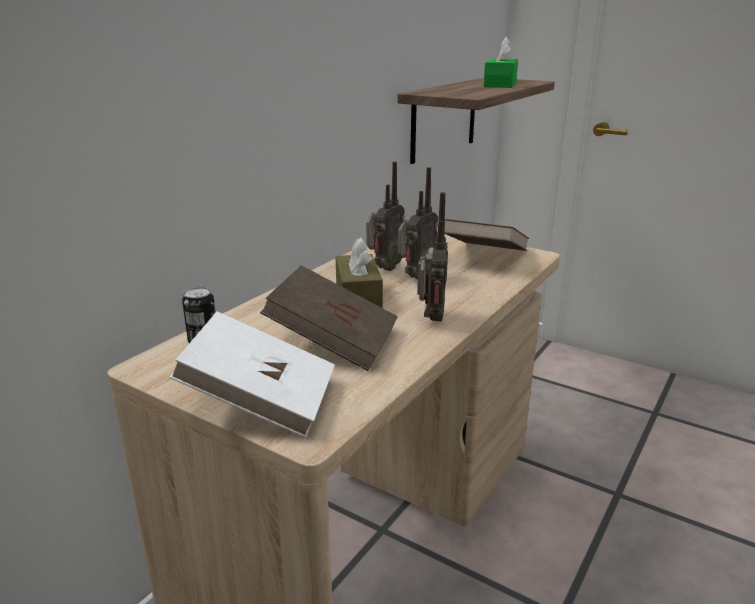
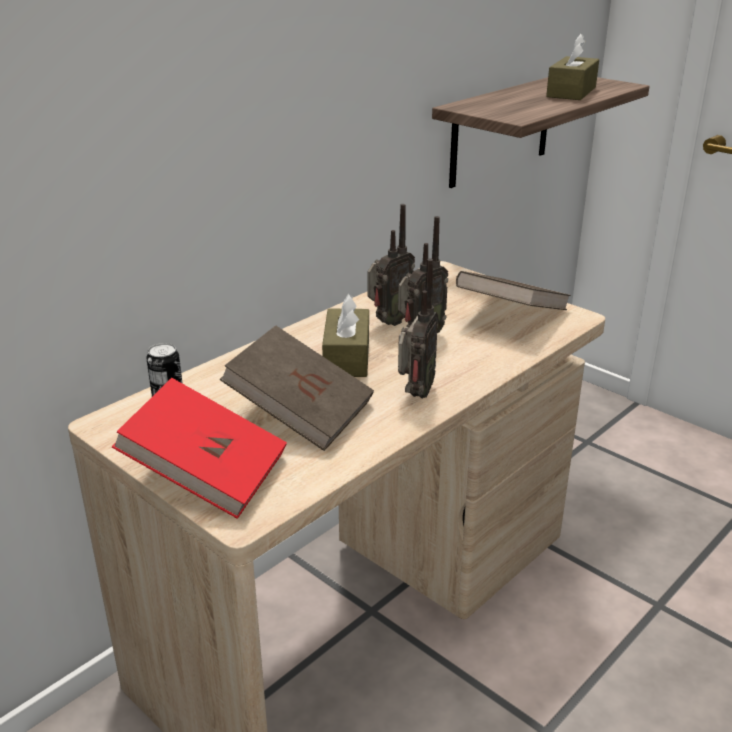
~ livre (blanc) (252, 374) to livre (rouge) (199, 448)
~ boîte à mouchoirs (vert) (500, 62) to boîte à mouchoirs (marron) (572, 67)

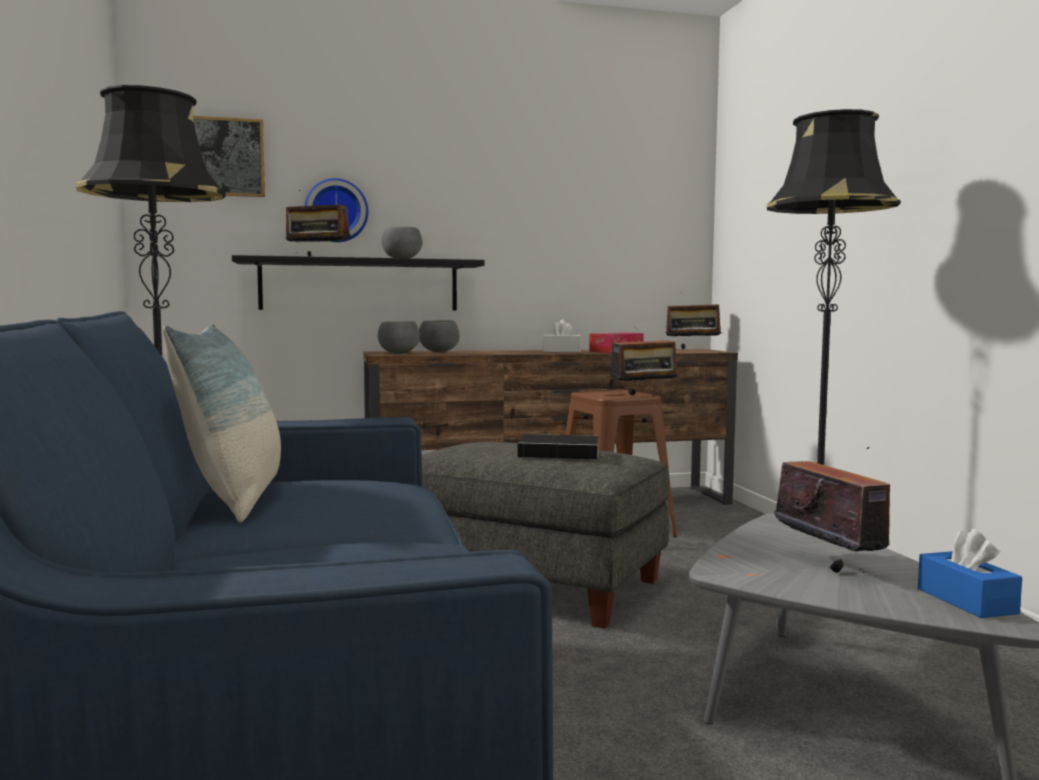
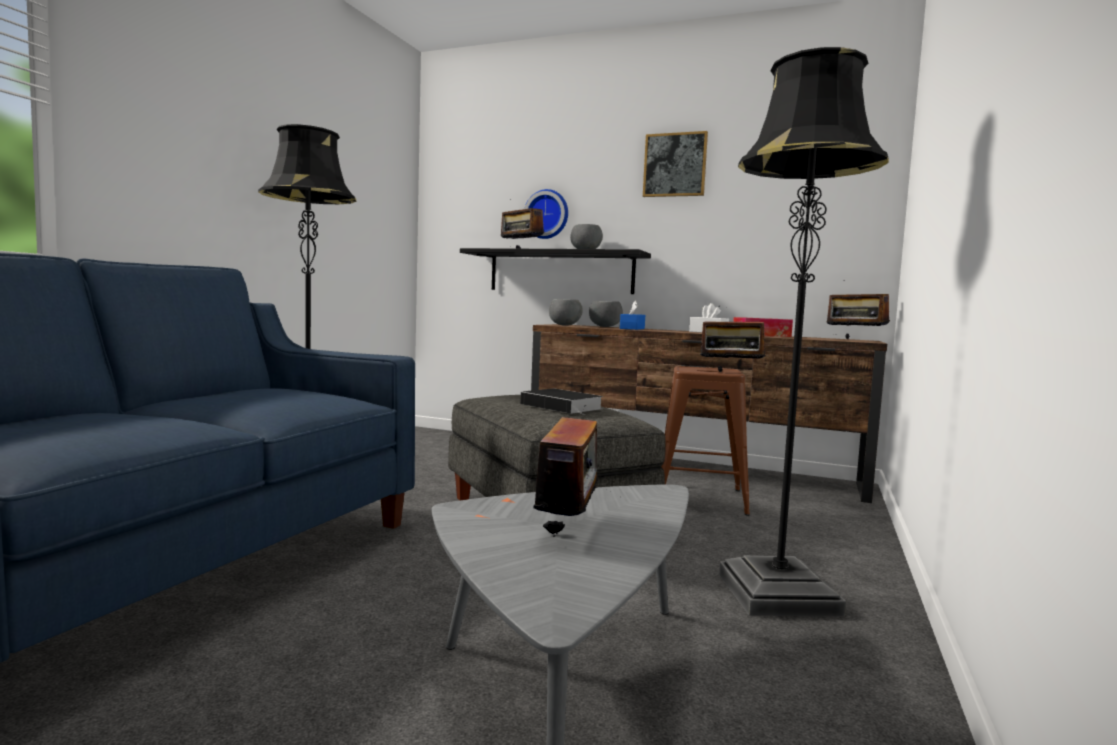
~ boîte à mouchoirs (bleu) (970, 573) to (632, 315)
~ tableau (229, 156) to (675, 164)
- coussin (222, 423)

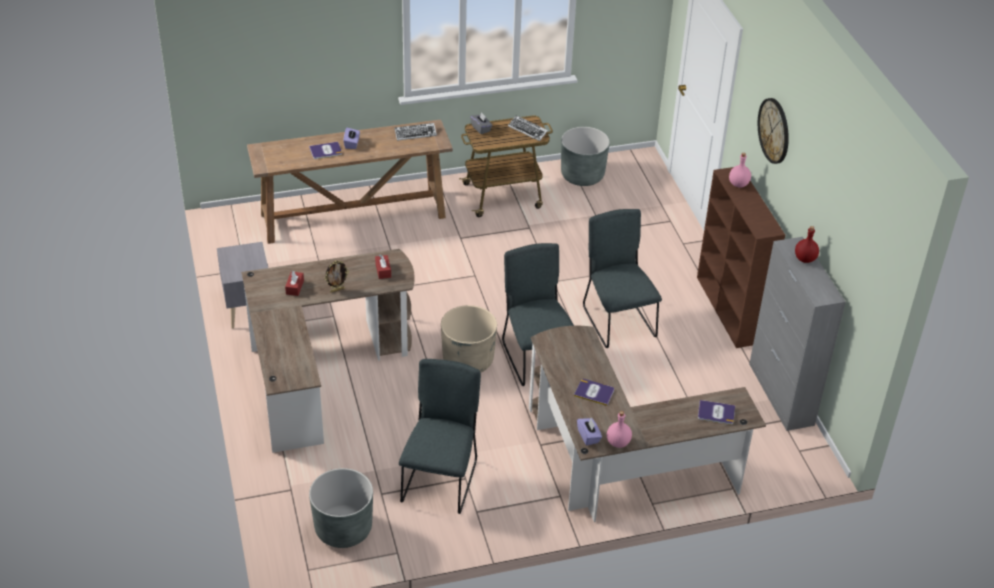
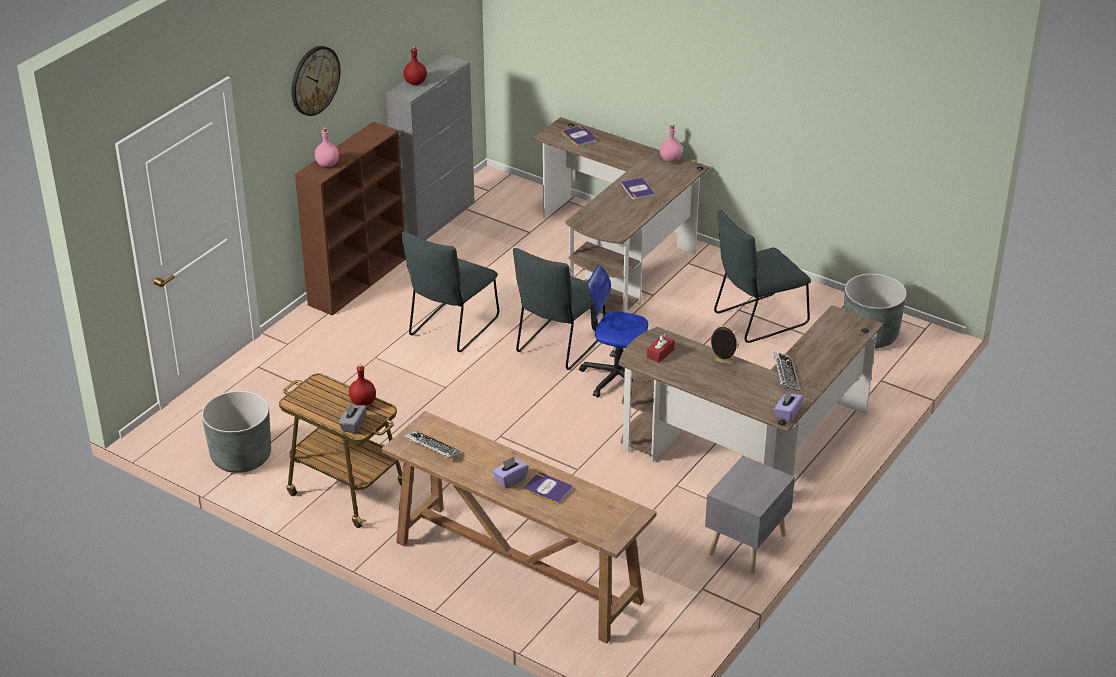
+ bouteille (rouge) (362, 385)
~ cache-pot (beige) (469, 338) to chaise de bureau (613, 331)
~ clavier (528, 128) to (786, 371)
~ boîte à mouchoirs (violet) (589, 432) to (788, 406)
- boîte à mouchoirs (rouge) (294, 283)

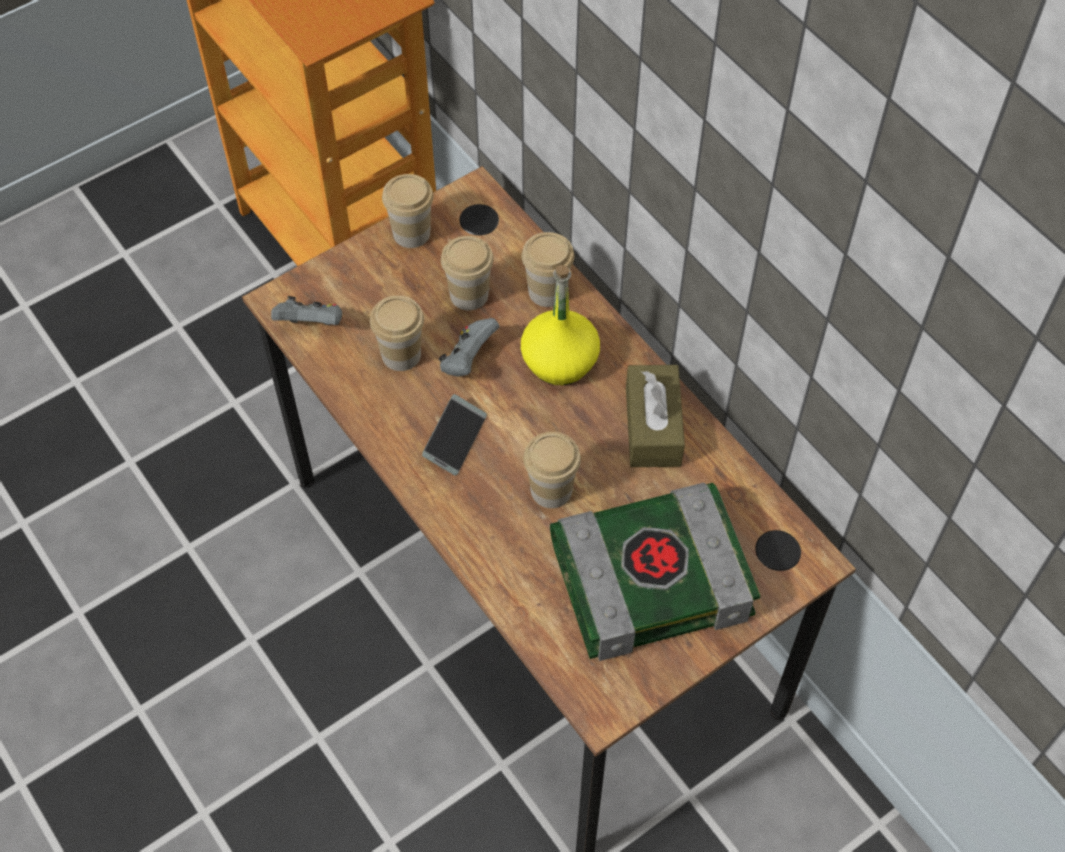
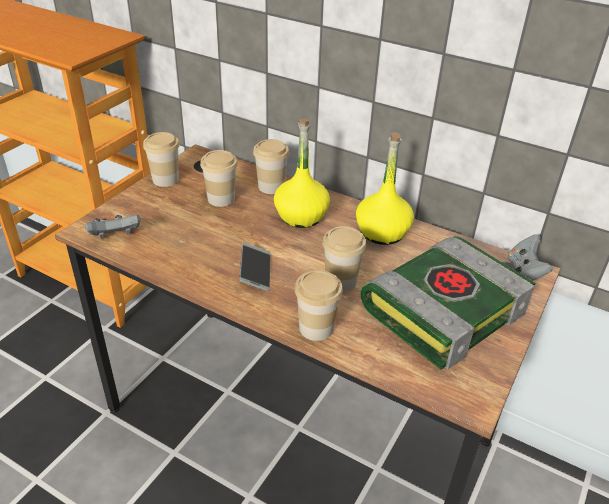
~ tasse (397, 333) to (319, 305)
~ boîte à mouchoirs (marron) (655, 416) to bouteille (jaune) (385, 188)
~ manette (gris) (469, 347) to (530, 258)

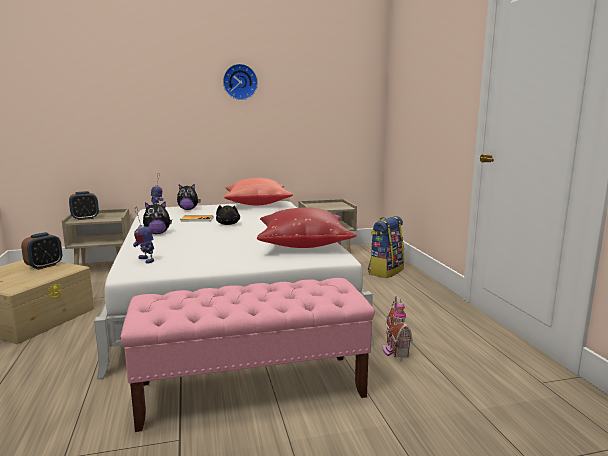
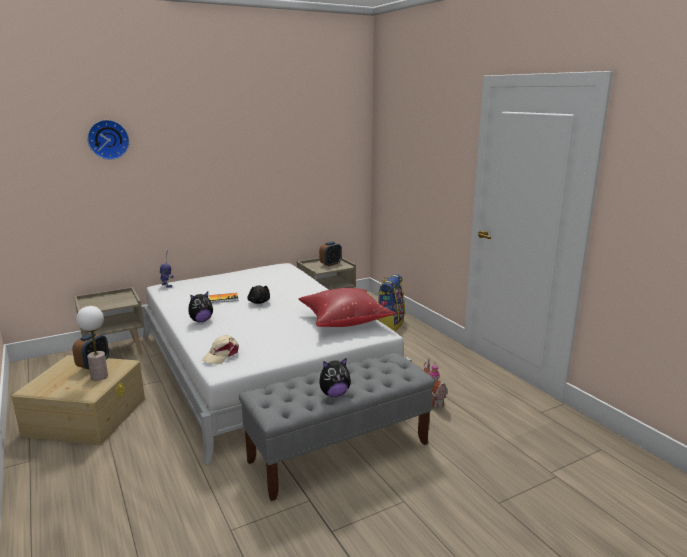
+ lampe de table (92, 343)
~ horloge murale (240, 82) to (108, 140)
~ robot jouet (143, 235) to casquette (beige) (220, 350)
~ banc (rose) (247, 355) to banc (gris) (337, 427)
~ réveil (84, 205) to (330, 253)
~ peluche (189, 197) to (335, 377)
- coussin (rouge) (258, 191)

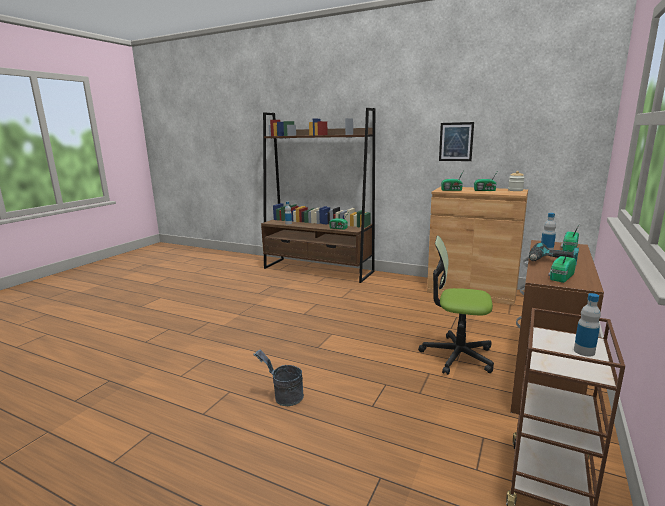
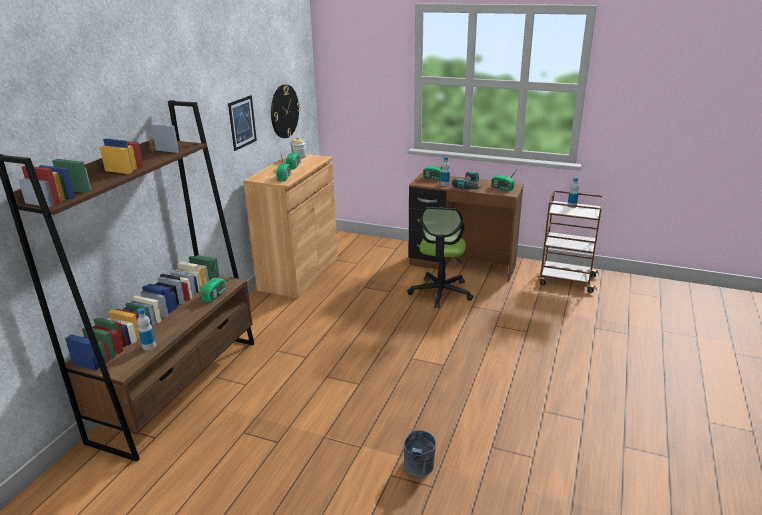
+ horloge murale (285, 111)
~ seau (gris) (278, 377) to (419, 453)

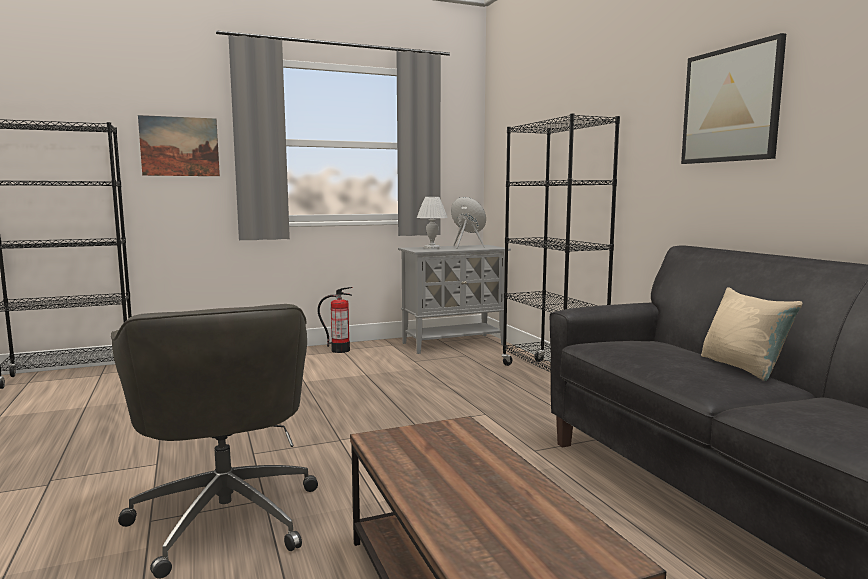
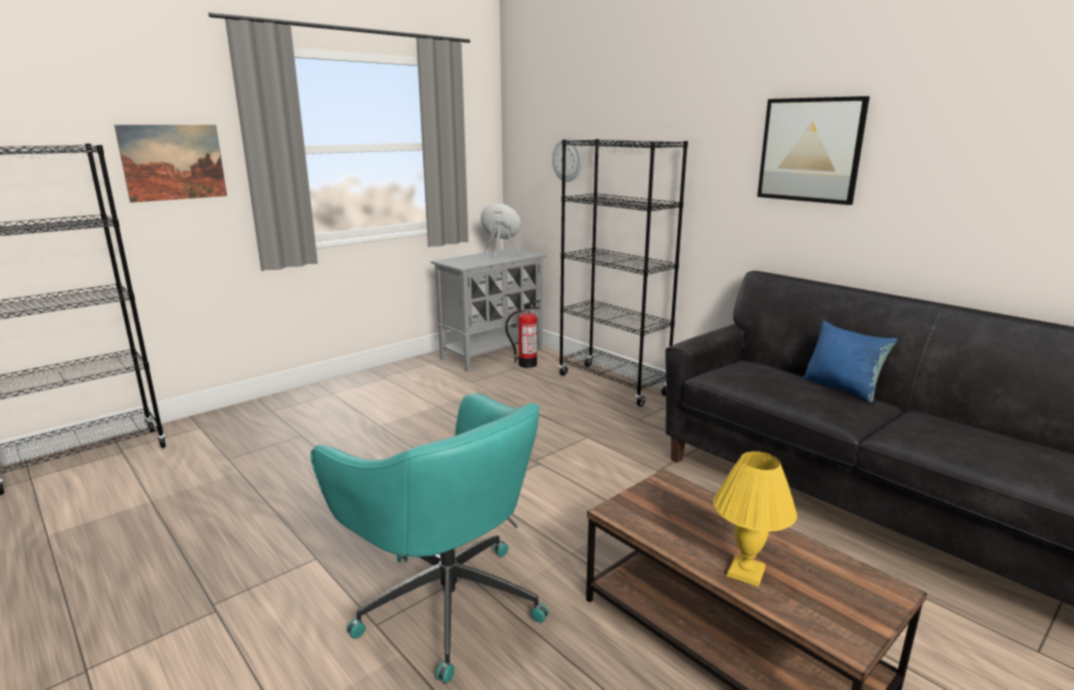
~ chaise de bureau (gris) (214, 441) to chaise de bureau (turquoise) (430, 538)
~ extincteur (335, 320) to (523, 334)
+ horloge murale (567, 160)
+ lampe de table (jaune) (755, 519)
~ coussin (beige) (752, 334) to coussin (bleu) (850, 362)
- lampe de table (blanc) (432, 223)

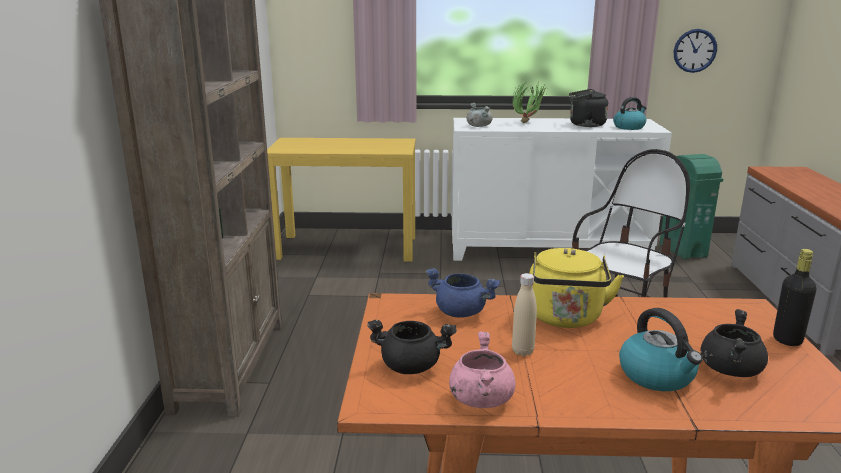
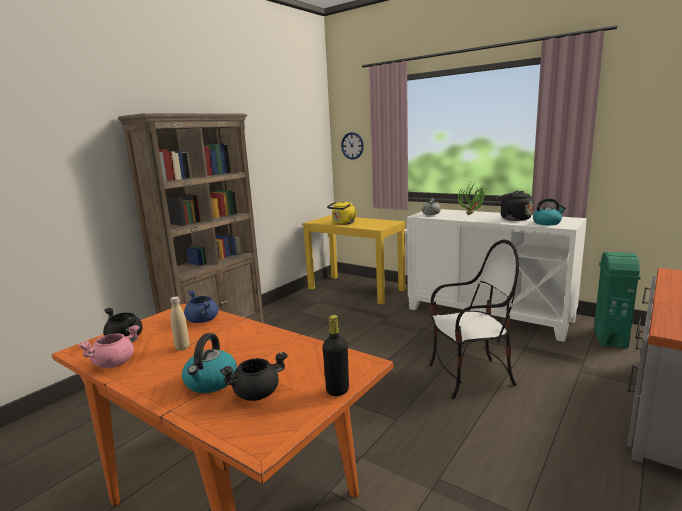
~ bouilloire (jaune) (576, 288) to (342, 213)
~ horloge murale (695, 51) to (352, 146)

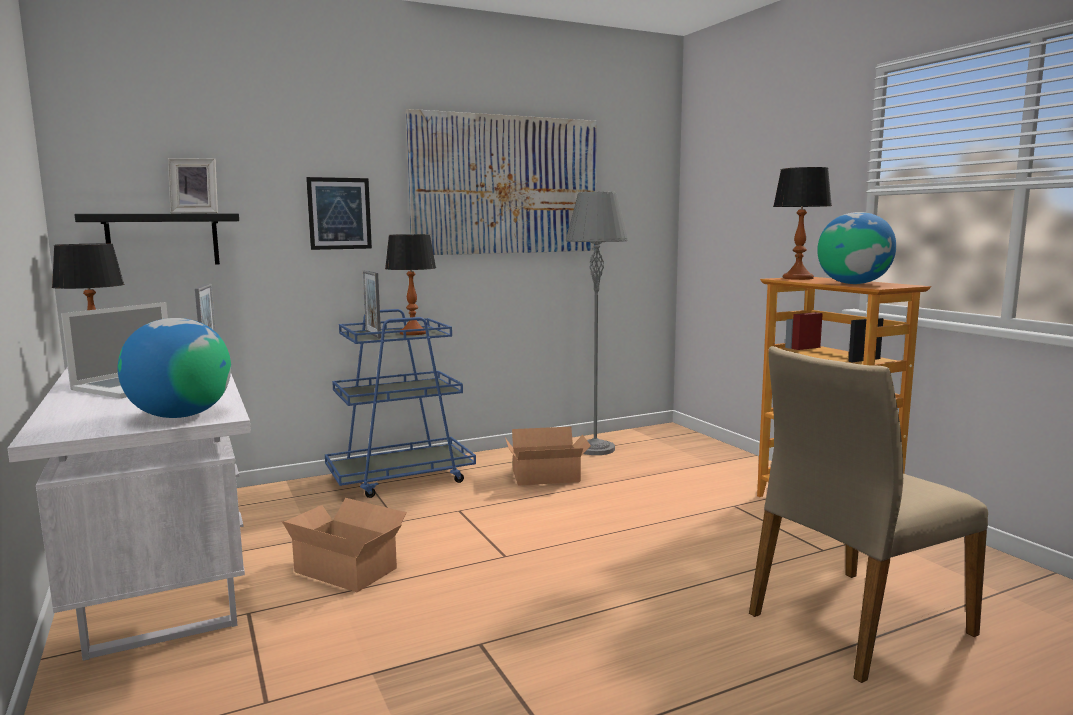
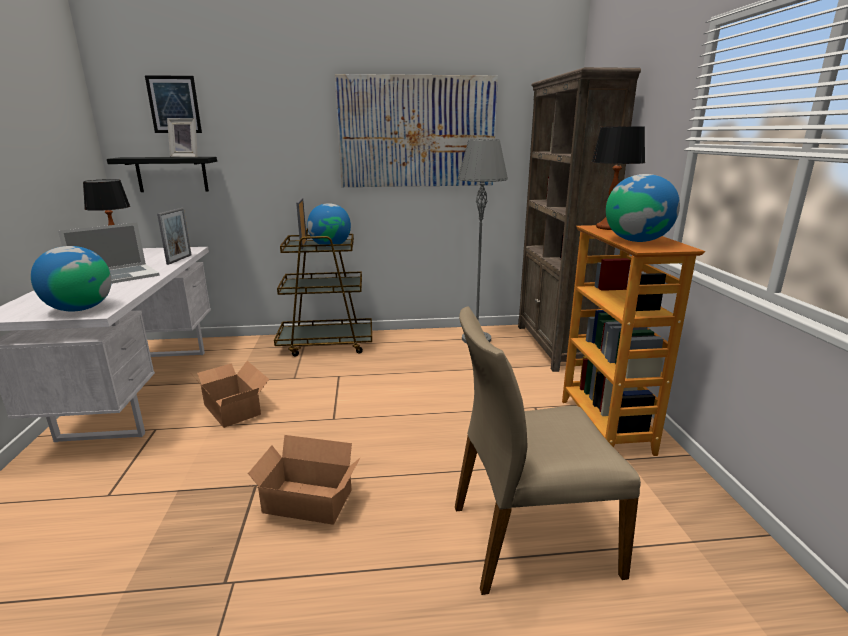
~ tableau (339, 213) to (173, 104)
~ carton (548, 456) to (304, 480)
~ chariot (bleu) (400, 403) to chariot (marron) (323, 292)
~ lampe de table (410, 284) to globe (329, 225)
+ bibliothèque (marron) (579, 219)

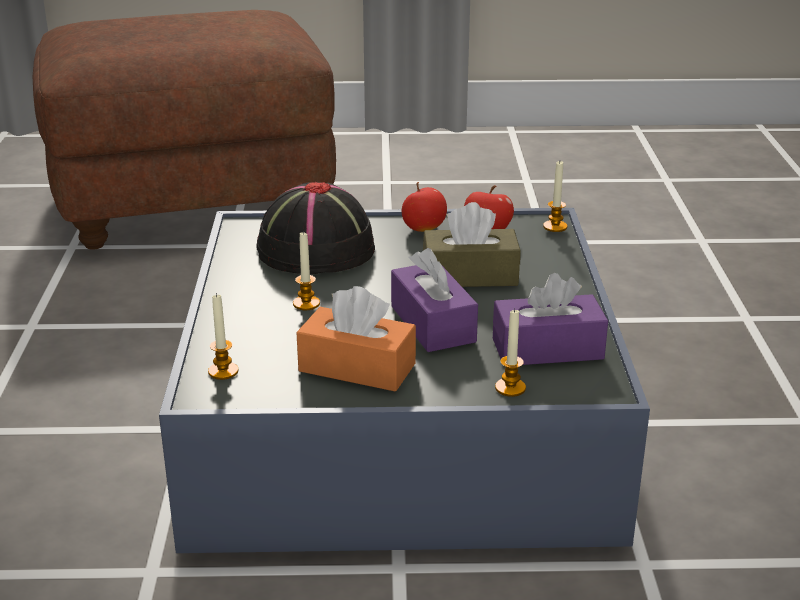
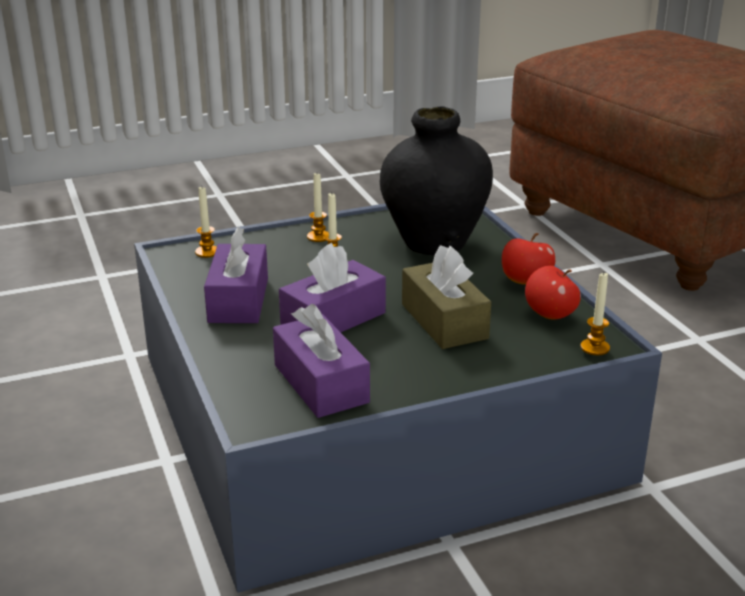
~ boîte à mouchoirs (orange) (356, 339) to boîte à mouchoirs (violet) (236, 275)
~ bougie (510, 352) to (318, 207)
~ chapeau (noir) (315, 228) to vase (noir) (436, 180)

